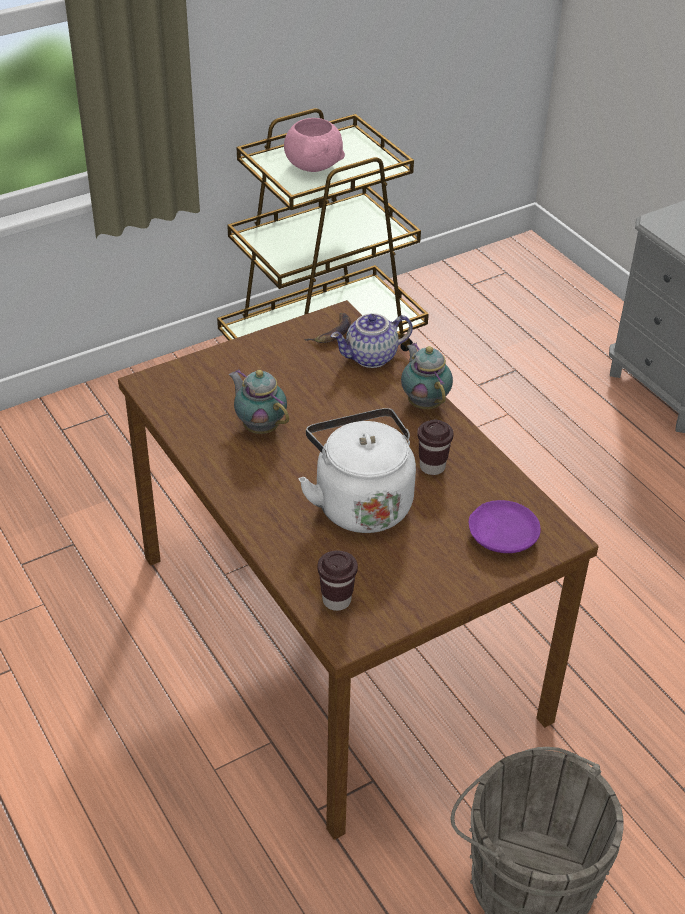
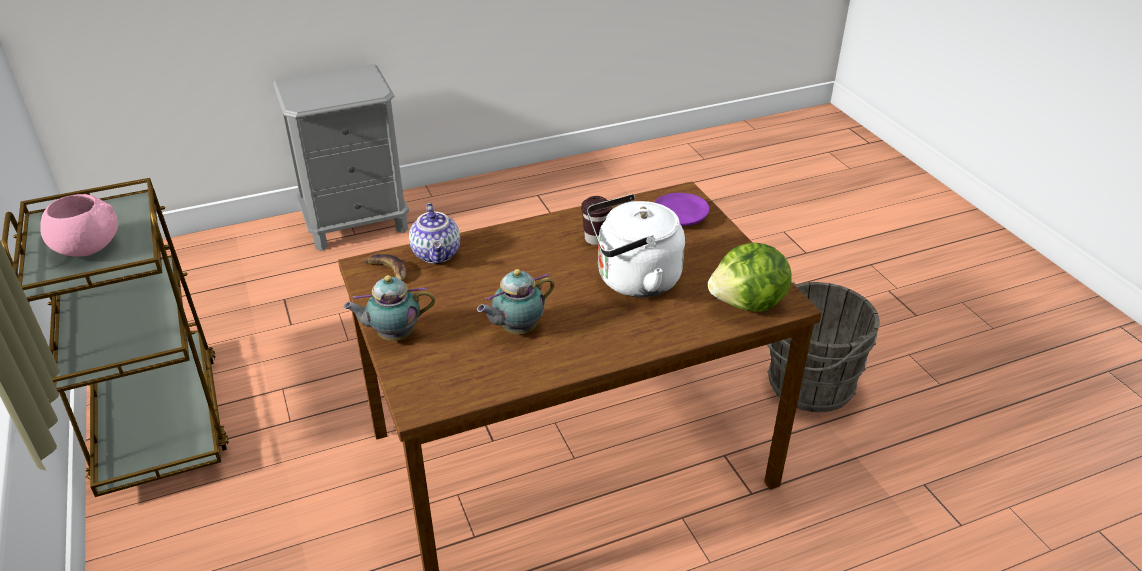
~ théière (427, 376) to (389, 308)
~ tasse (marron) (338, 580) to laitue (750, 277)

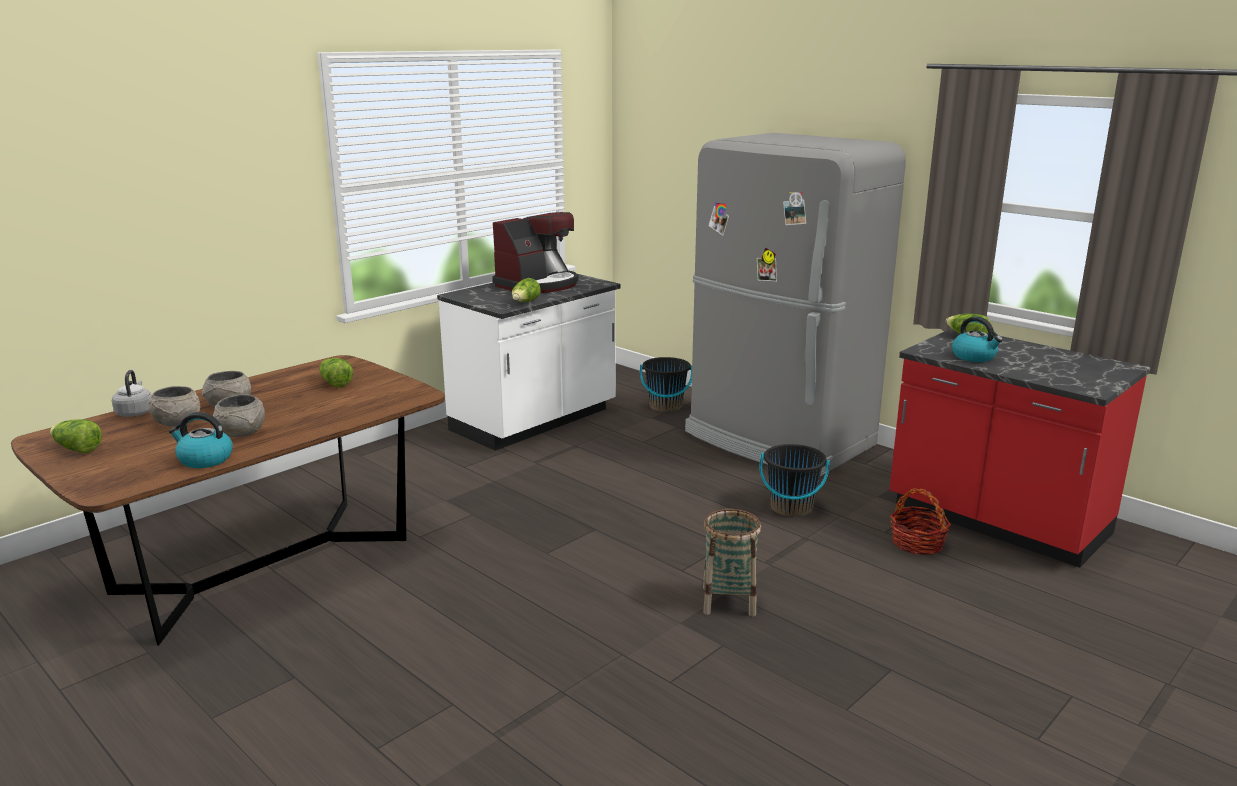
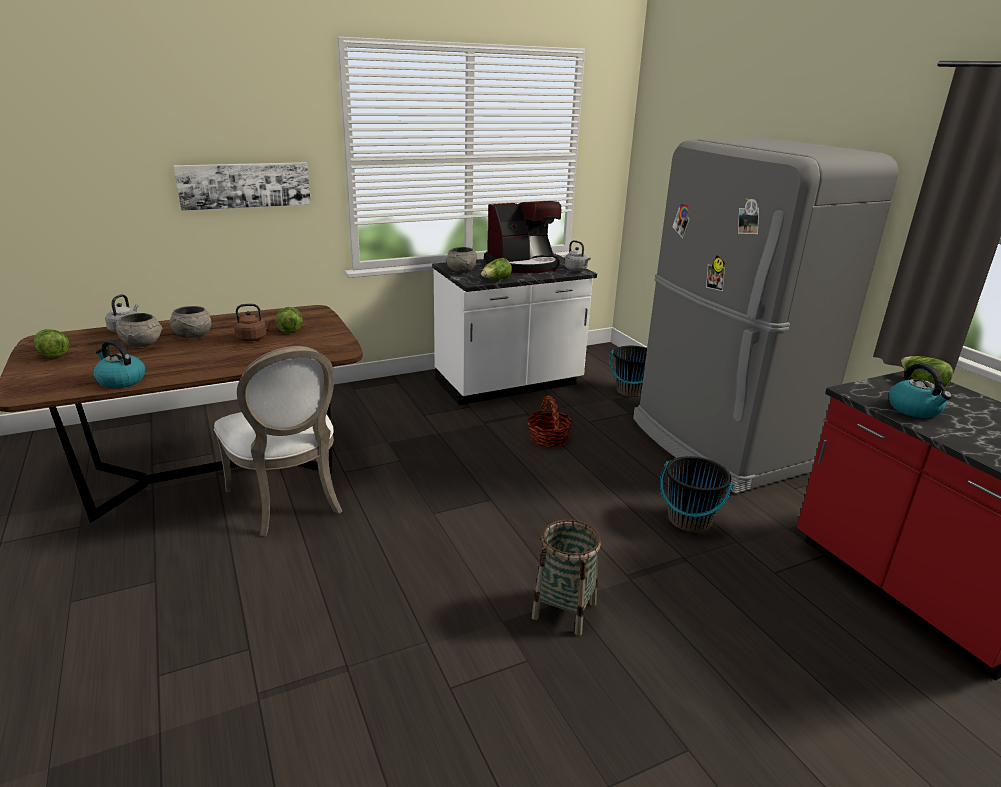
+ tableau (242, 186)
+ chaise (blanc) (278, 441)
+ bouilloire (marron) (254, 322)
~ bol (gris) (239, 415) to (461, 260)
~ panier (920, 521) to (549, 421)
+ bouilloire (gris) (577, 255)

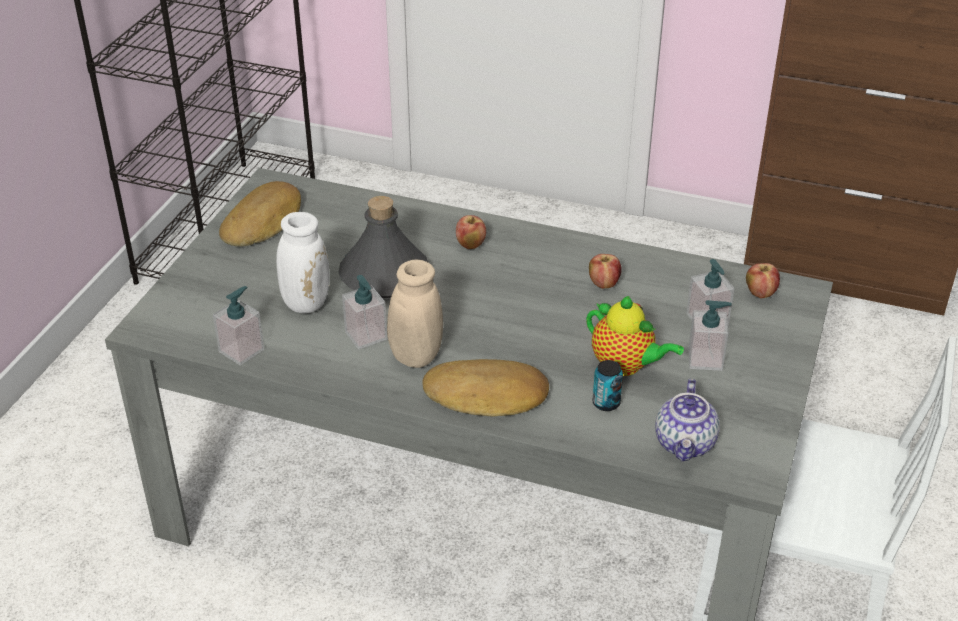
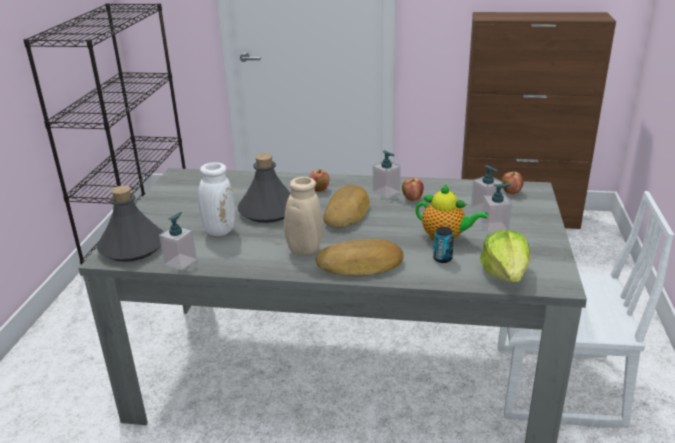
+ bouteille (gris) (130, 224)
~ pain (260, 214) to (346, 206)
~ distributeur de savon (364, 312) to (387, 174)
~ théière (687, 420) to laitue (505, 256)

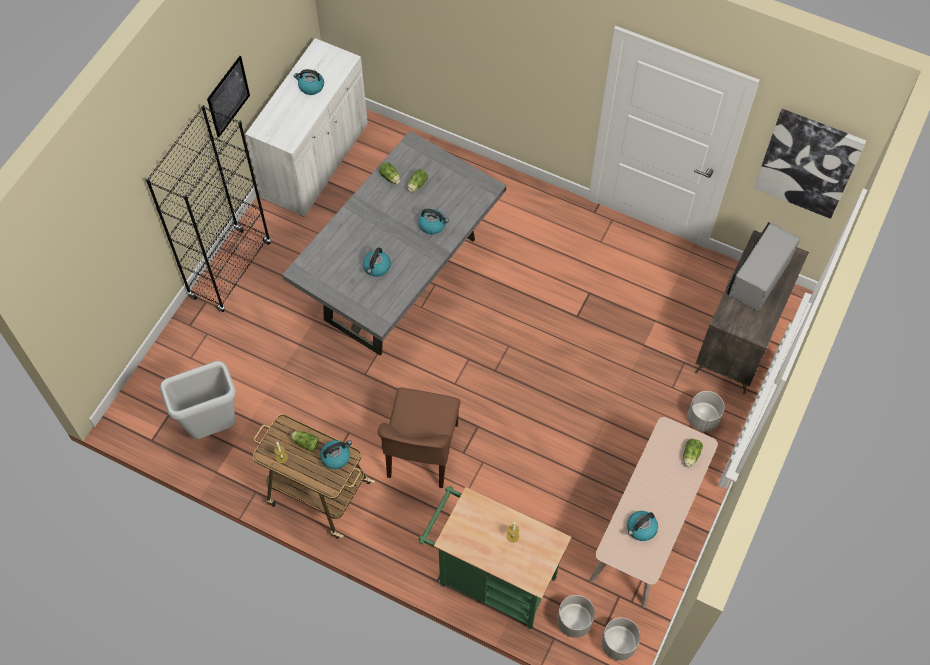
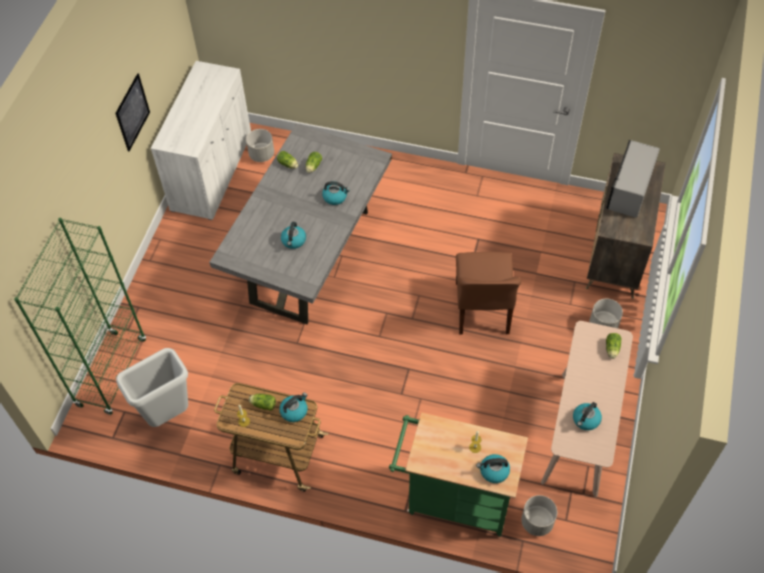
+ bibliothèque (vert) (80, 316)
~ cache-pot (gris) (620, 639) to (260, 145)
~ chaise (marron) (419, 437) to (488, 293)
~ bouilloire (308, 82) to (493, 468)
- bibliothèque (noir) (208, 208)
- tableau (810, 164)

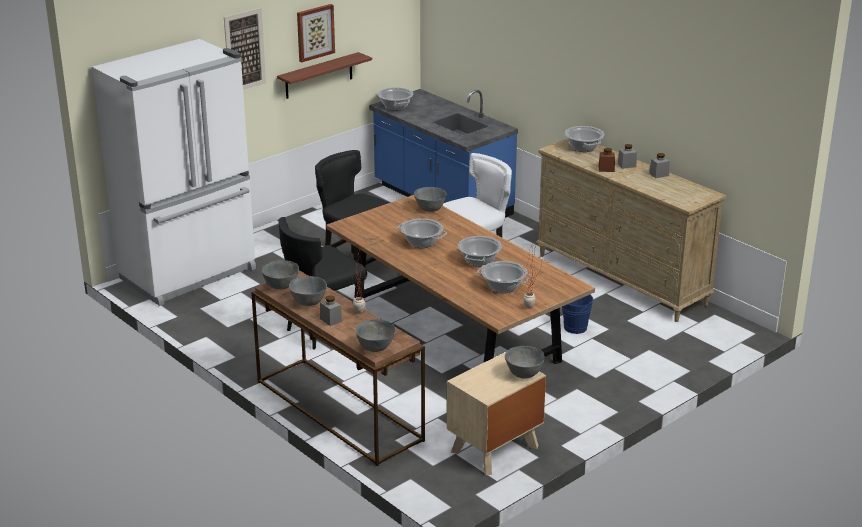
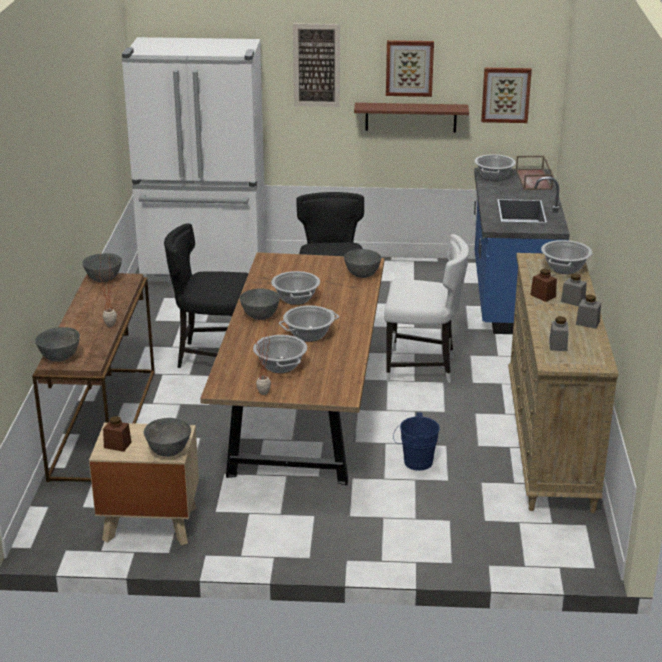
+ bocal (marron) (117, 434)
~ bol (gris) (308, 291) to (260, 304)
+ tableau (506, 95)
+ plateau (marron) (534, 173)
~ bocal (gris) (331, 310) to (559, 333)

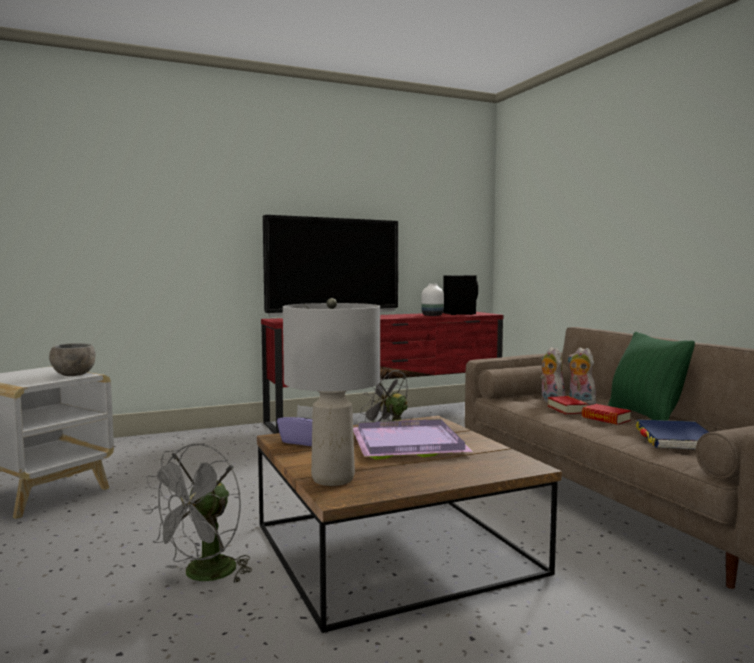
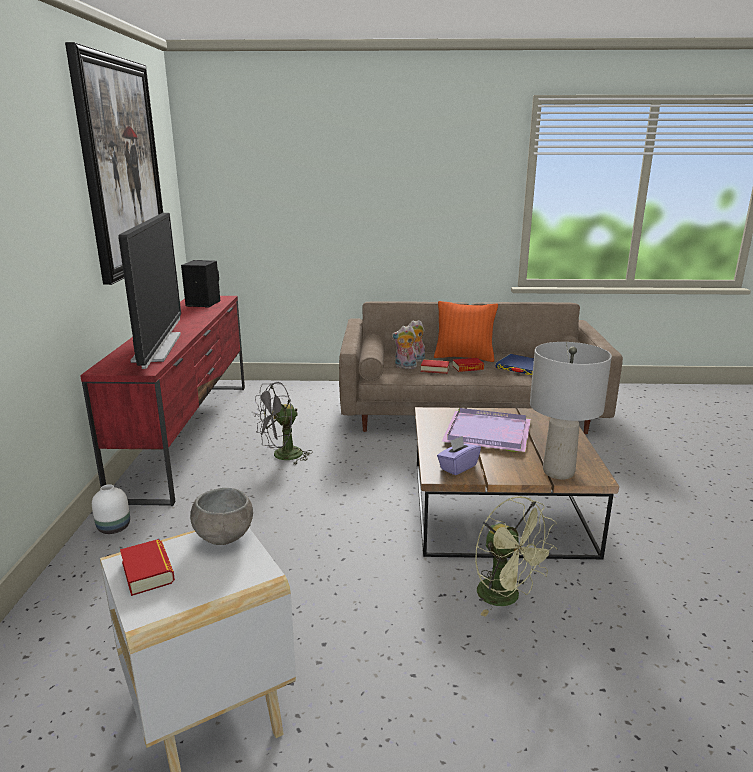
+ tableau (114, 163)
~ vase (blanc) (432, 300) to (111, 509)
+ livre (147, 567)
~ coussin (vert) (651, 376) to coussin (orange) (466, 331)
~ ventilateur (gris) (197, 513) to ventilateur (vert) (516, 556)

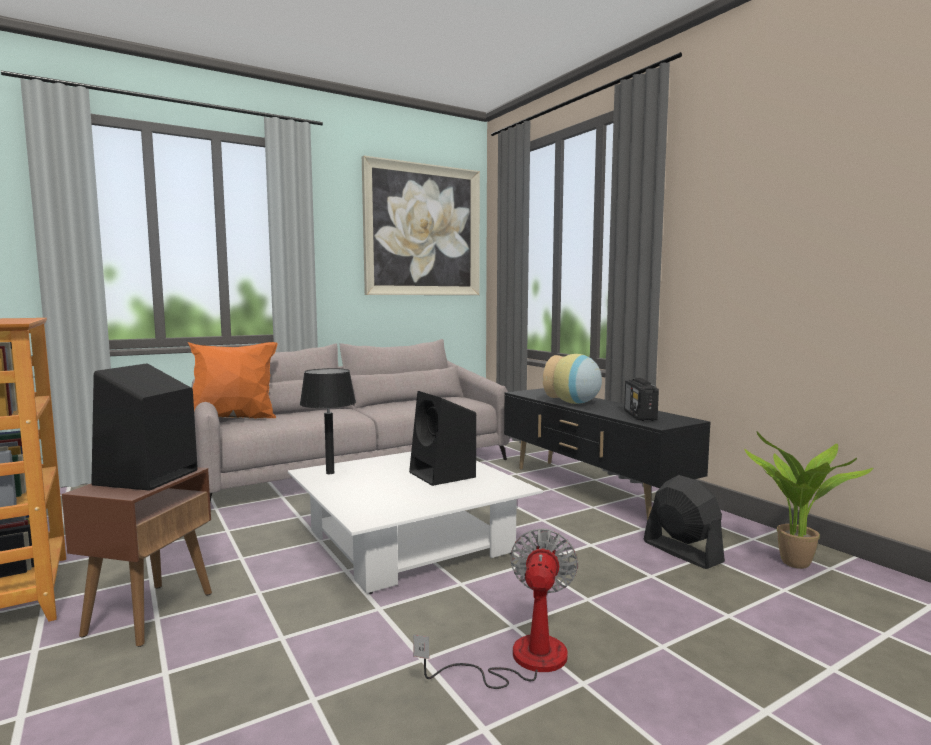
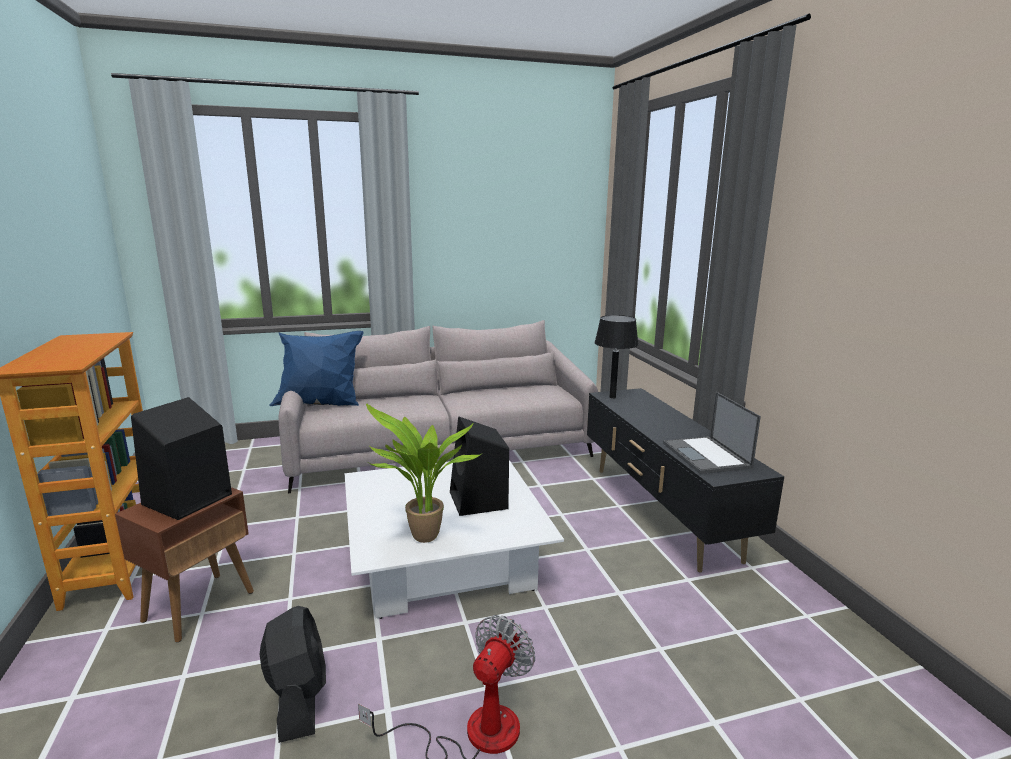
~ ventilateur (noir) (684, 522) to (293, 674)
~ coussin (orange) (233, 380) to coussin (bleu) (317, 368)
~ plante en pot (808, 500) to (423, 473)
~ lampe de table (noir) (328, 421) to (617, 357)
~ radio (641, 399) to ordinateur portable (712, 433)
- tableau (421, 225)
- vase (572, 379)

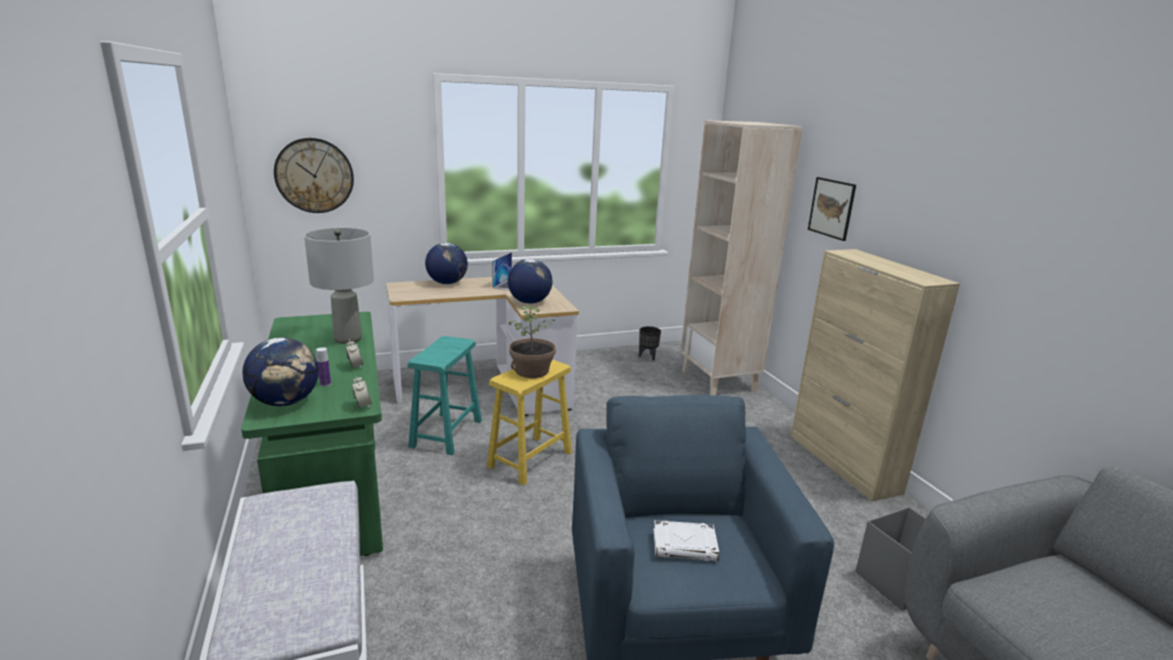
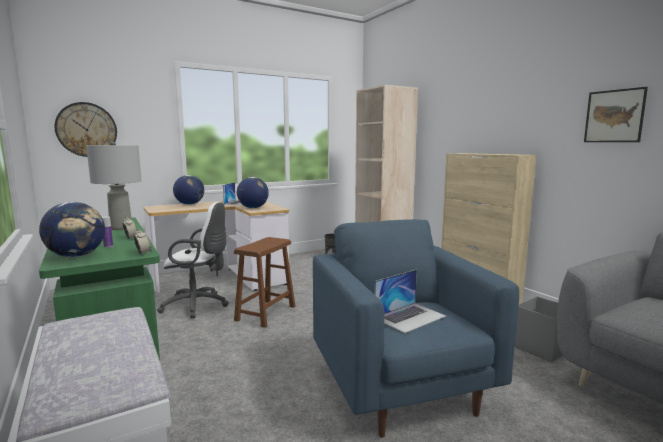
~ tabouret (turquoise) (444, 395) to chaise de bureau (blanc) (193, 260)
~ tabouret (jaune) (529, 422) to tabouret (marron) (265, 282)
~ livre (blanc) (686, 540) to ordinateur portable (410, 301)
~ tableau (832, 209) to (616, 114)
- plante en pot (532, 341)

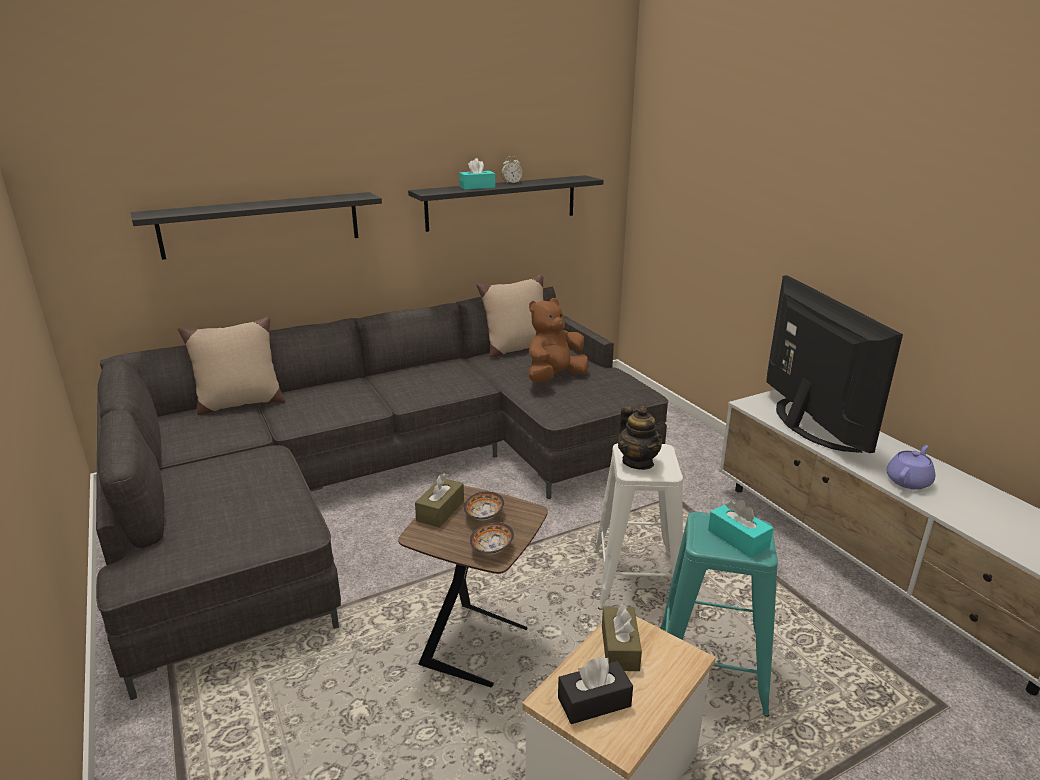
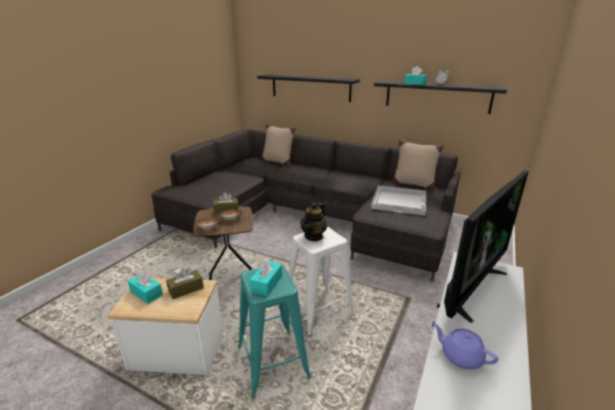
~ boîte à mouchoirs (noir) (595, 690) to boîte à mouchoirs (turquoise) (145, 287)
~ peluche (marron) (558, 340) to plateau (blanc) (398, 200)
~ théière (violet) (910, 467) = (465, 346) 150 degrees counterclockwise

